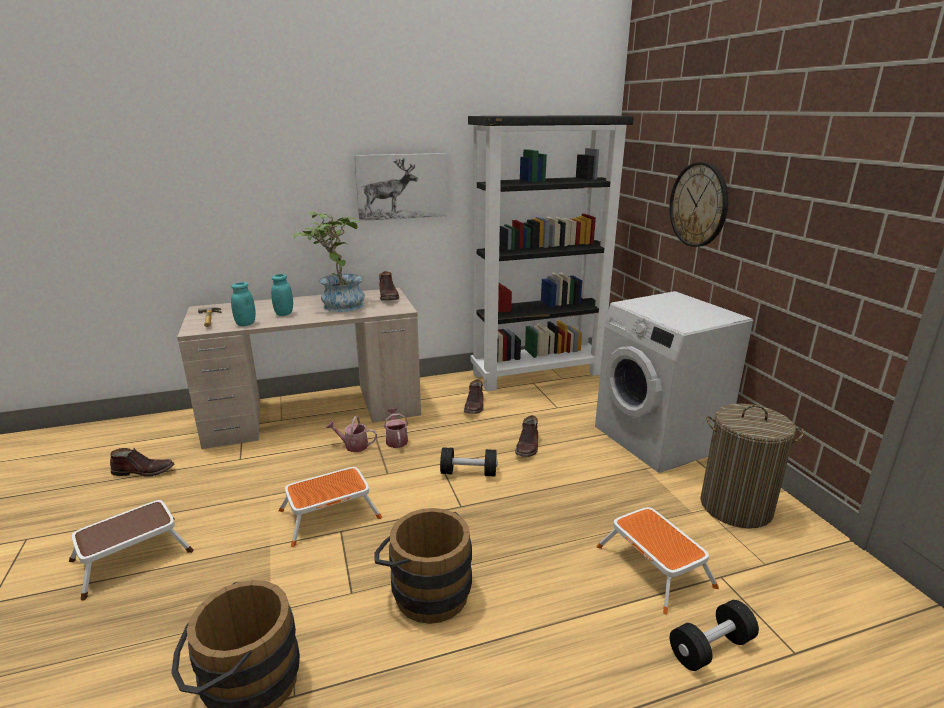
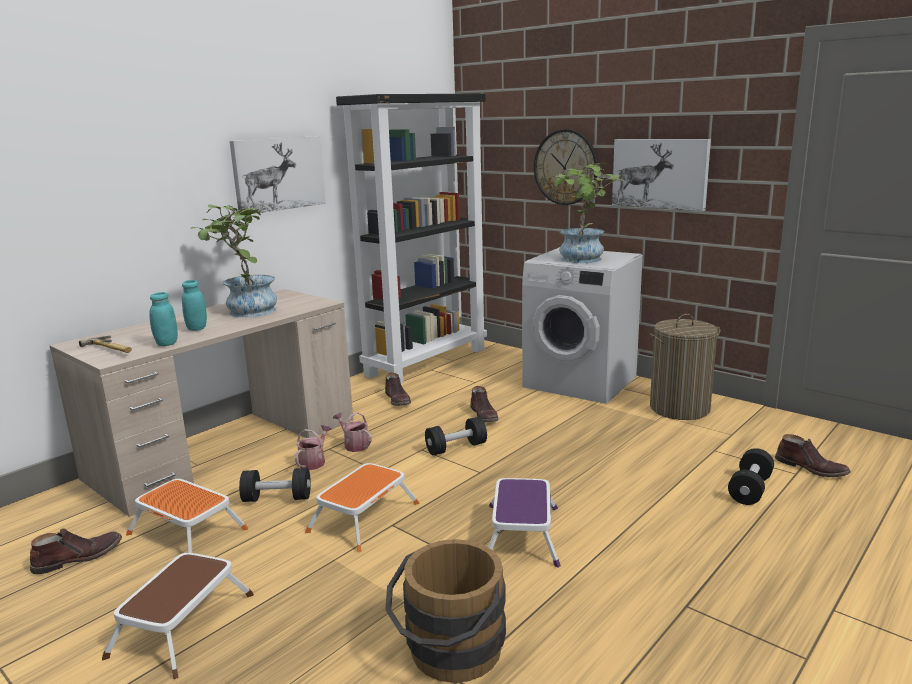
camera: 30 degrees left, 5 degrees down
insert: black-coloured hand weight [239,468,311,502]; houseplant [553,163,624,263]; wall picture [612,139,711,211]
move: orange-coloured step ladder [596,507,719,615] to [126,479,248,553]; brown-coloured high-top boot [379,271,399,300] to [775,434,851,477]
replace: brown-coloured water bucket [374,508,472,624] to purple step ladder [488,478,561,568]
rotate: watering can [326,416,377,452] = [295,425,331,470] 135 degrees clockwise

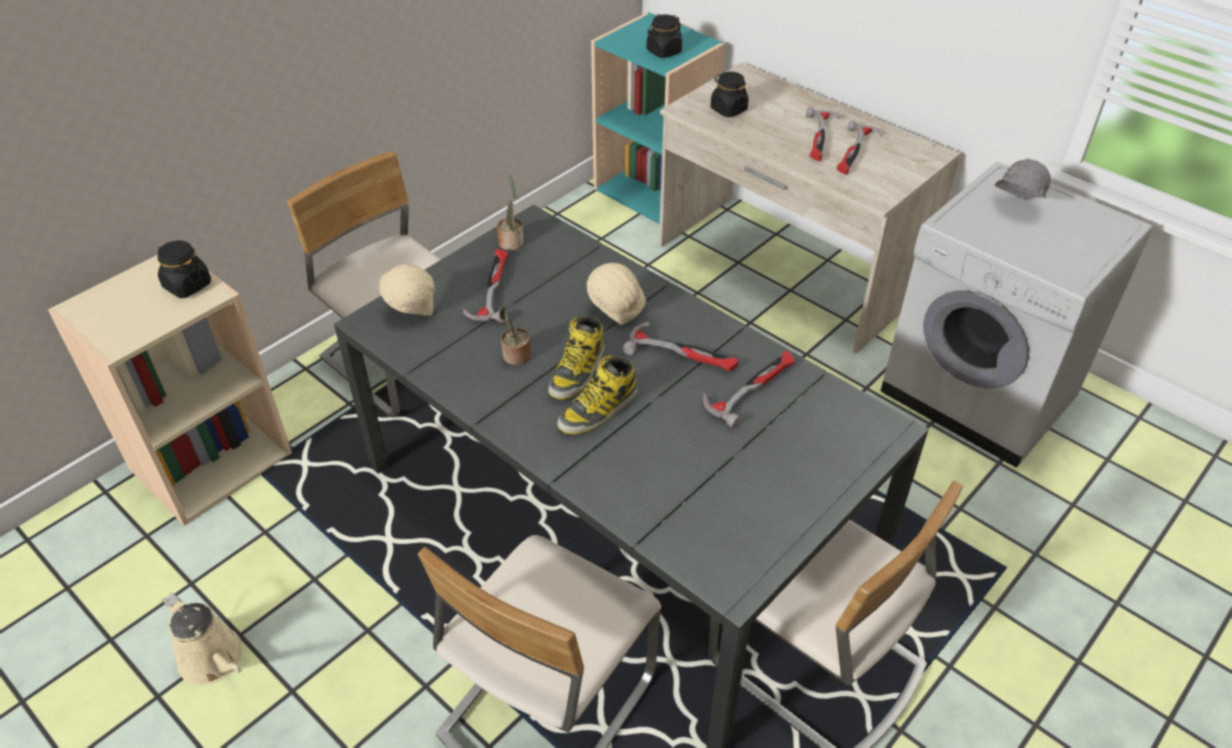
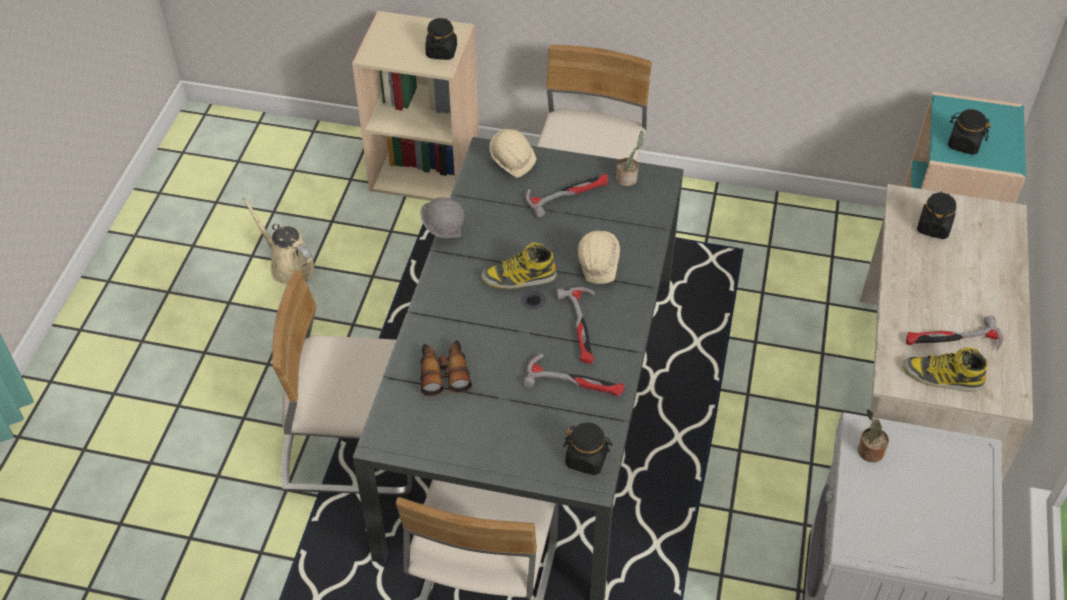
camera: 60 degrees right, 5 degrees up
delete: hammer [806,107,842,161]
insert: pair of binoculars [420,340,472,396]; black-coloured jar [563,422,613,475]
move: greyish work helmet [995,159,1051,199] to [420,197,465,238]; houseplant [499,306,531,365] to [858,409,889,462]; high-top boot [557,355,637,434] to [903,347,988,392]
rotate: sand-coloured watering can [163,593,242,685] = [242,198,314,284] 120 degrees clockwise

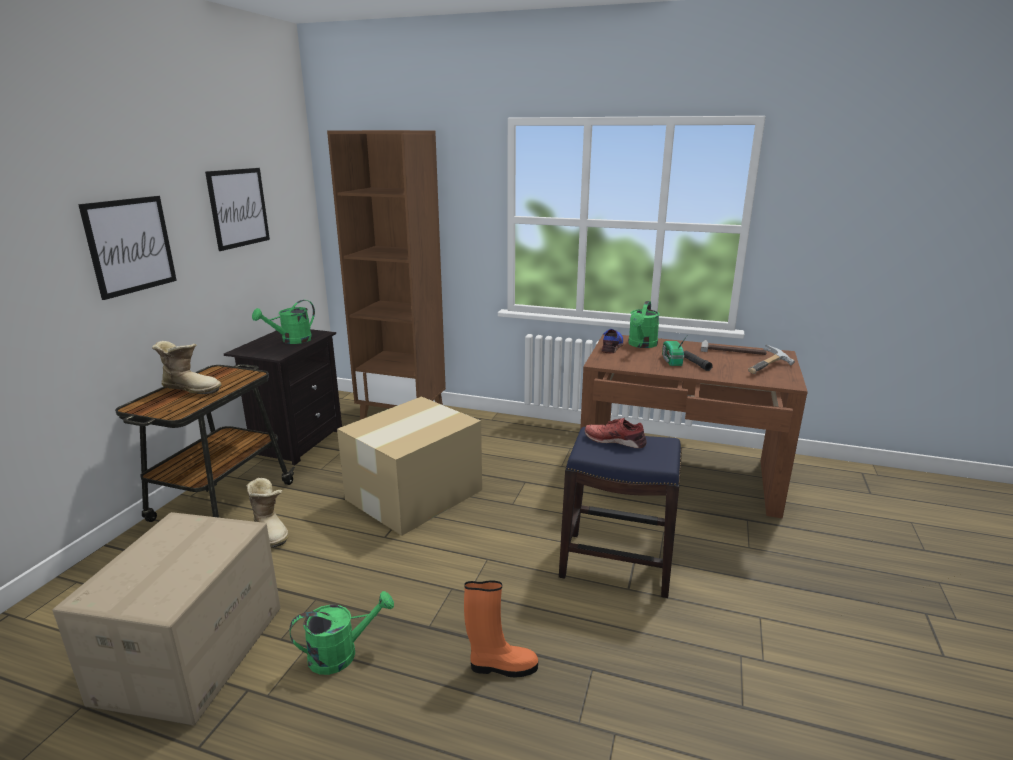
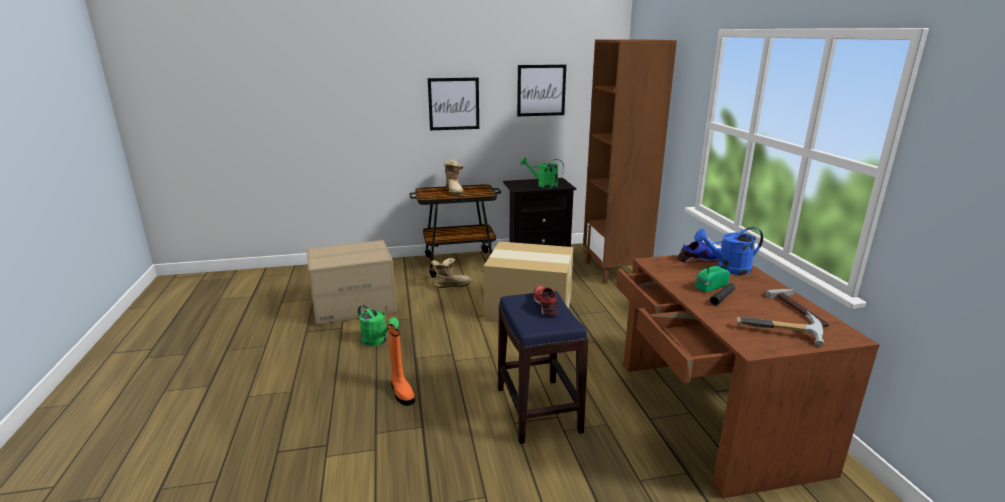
camera: 60 degrees right, 0 degrees up
recolor: green watering can [628,301,660,348] to bluish watering can [694,227,763,275]
rotate: high-top boot [246,478,289,547] = [431,258,471,288] 135 degrees counterclockwise

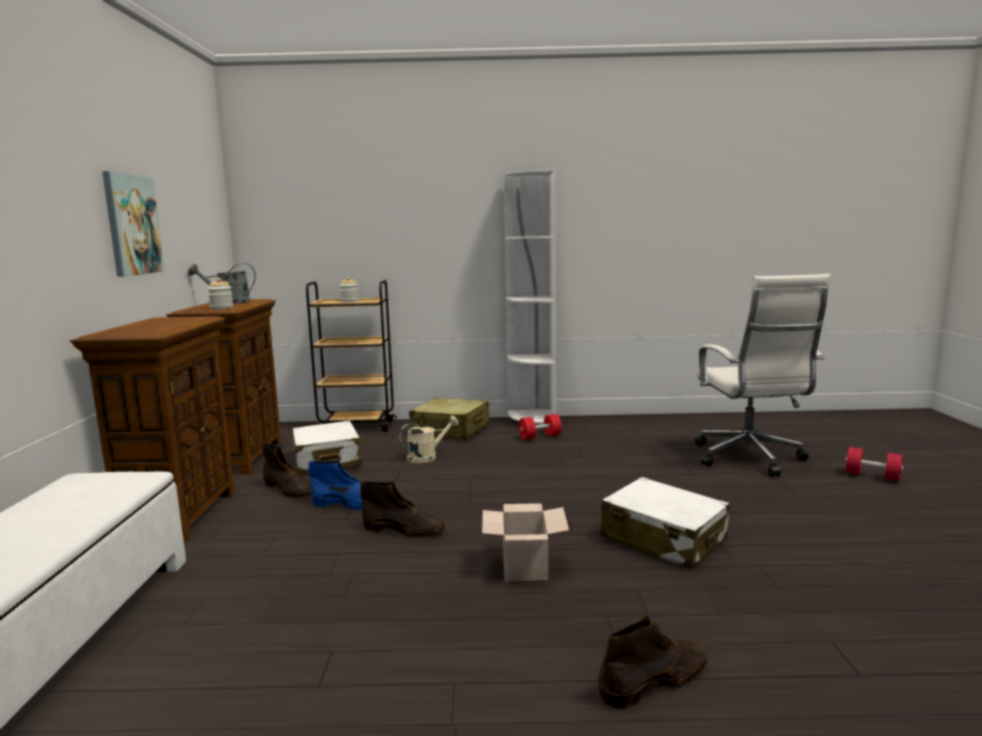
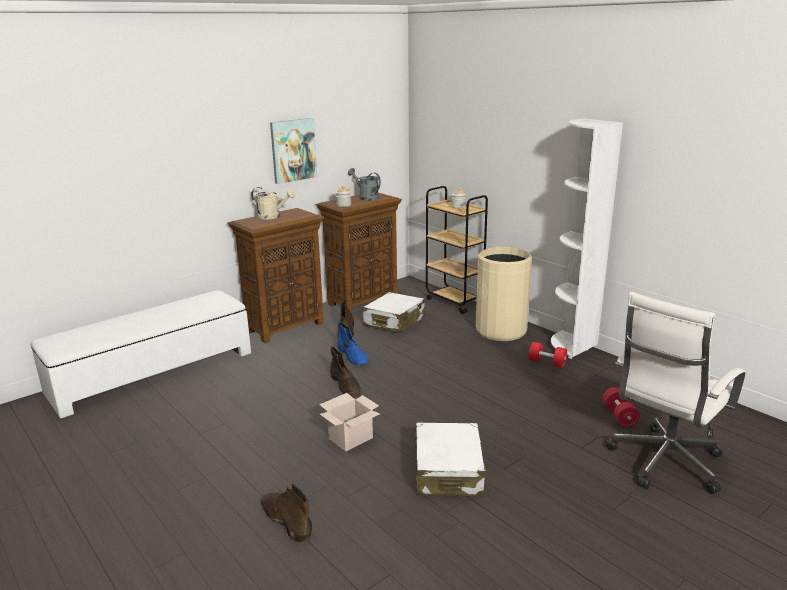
camera: 50 degrees right, 10 degrees up
move: sand-coloured watering can [399,416,459,463] to [251,187,295,219]; red-coloured hand weight [845,447,904,482] to [602,387,640,427]
replace: sand-coloured suitcase [409,398,490,440] to sand-coloured rubbish bin [476,247,532,341]
rotate: brown-coloured high-top boot [598,614,708,709] = [261,484,312,543] 150 degrees counterclockwise

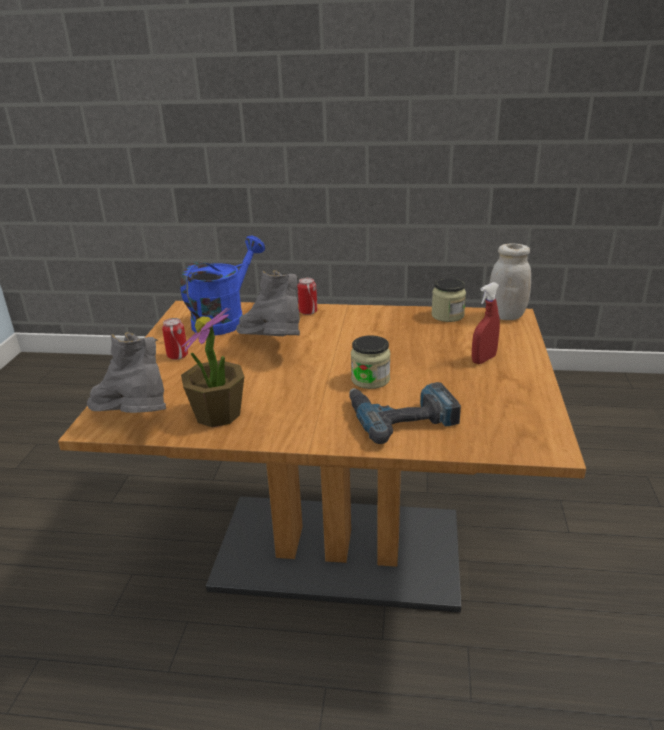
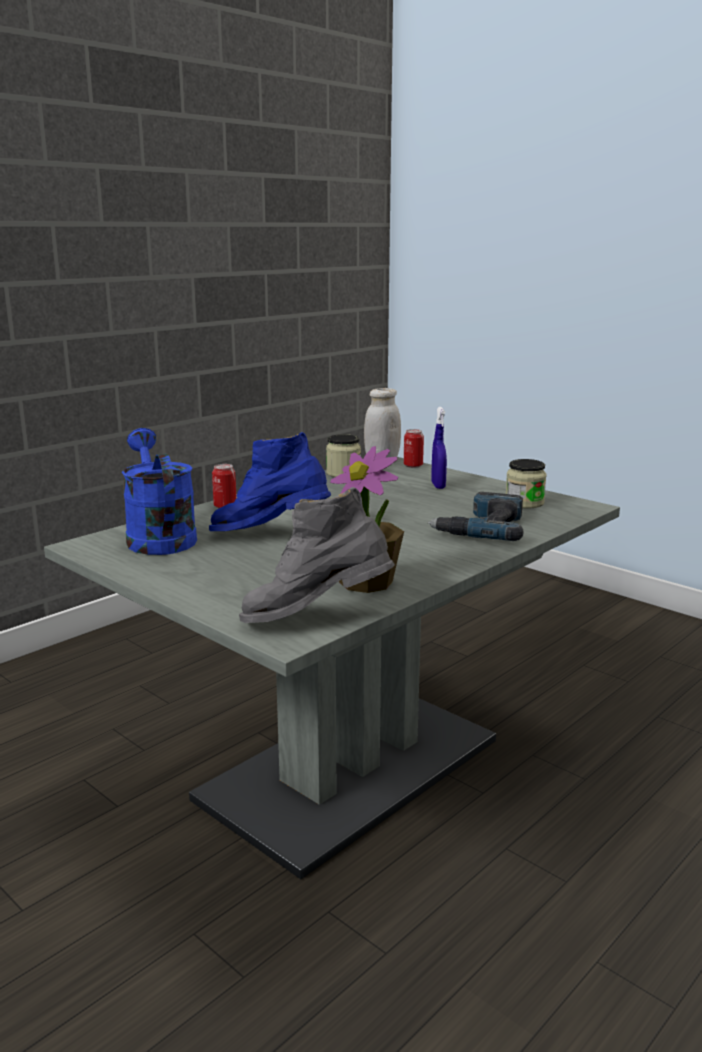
camera: 55 degrees left, 10 degrees down
move: metal can [162,318,188,360] to [404,429,424,468]; jar [351,335,390,389] to [506,459,547,508]
recolor: brown-coloured dinner table [58,301,586,613] to greyish dinner table [44,457,620,879]; greyish high-top boot [236,270,300,336] to bluish high-top boot [209,432,331,531]; red-coloured sprayer [472,282,500,364] to bluish sprayer [431,407,447,489]

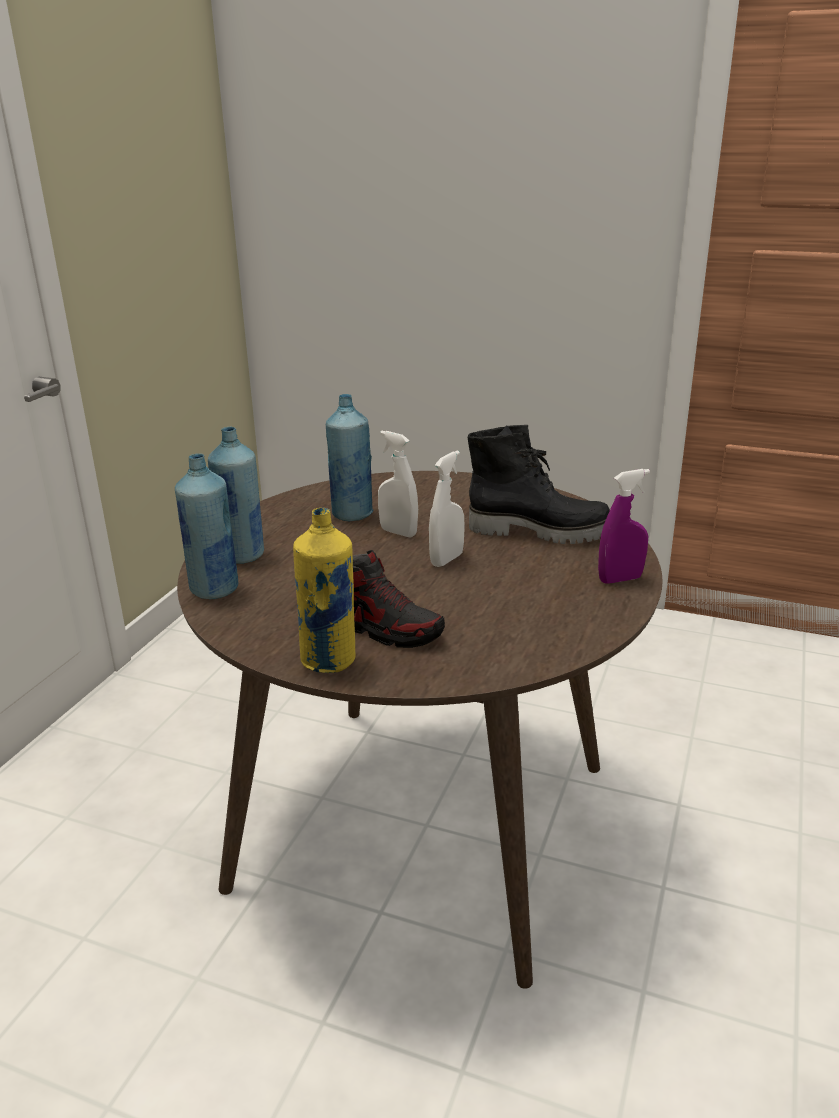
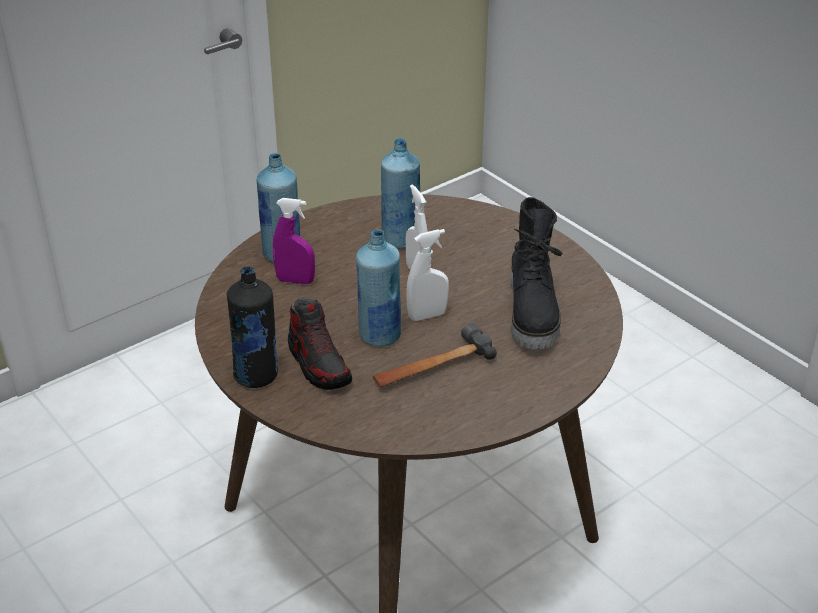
camera: 30 degrees right, 10 degrees up
insert: hammer [373,323,497,387]
move: purple sprayer [598,469,650,584] to [273,198,315,284]; bluish bottle [175,453,238,600] to [356,229,401,347]
recolor: yellowish bottle [293,508,356,673] to black-coloured bottle [226,267,278,388]
rotate: black-coloured high-top boot [468,425,610,544] = [511,197,563,349] 45 degrees clockwise

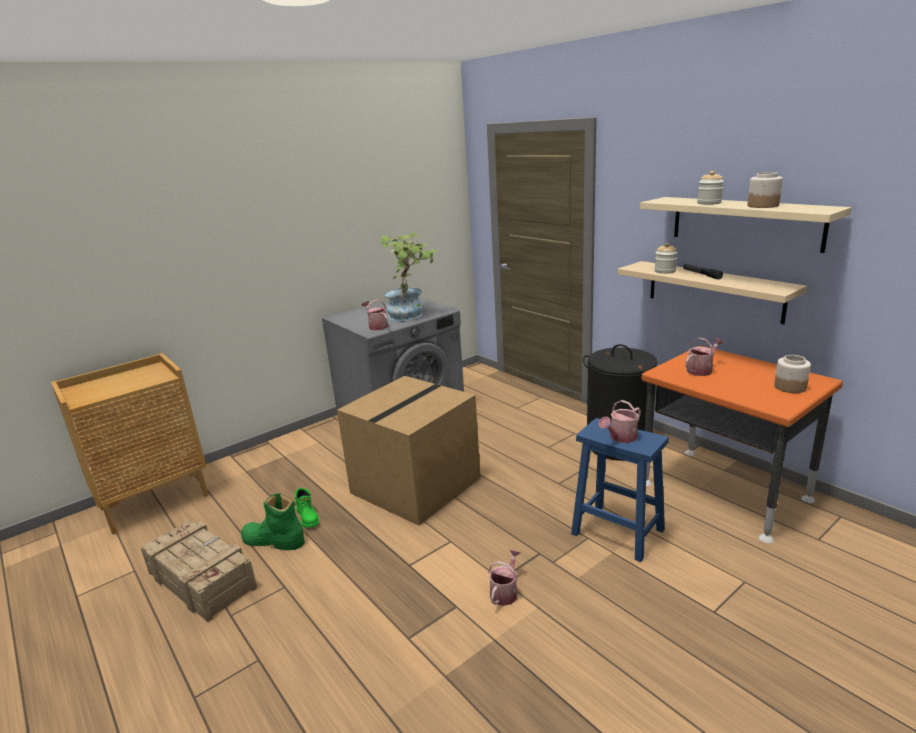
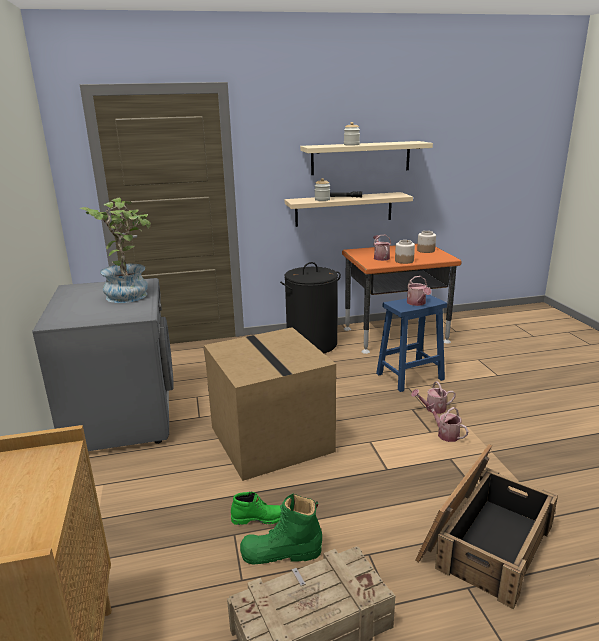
camera: 65 degrees left, 0 degrees up
insert: packing crate [415,444,558,609]
move: jar [747,172,783,208] to [395,240,415,264]; watering can [361,299,388,330] to [411,381,456,414]
rotate: green high-top boot [241,493,305,550] = [240,494,322,565] 45 degrees clockwise

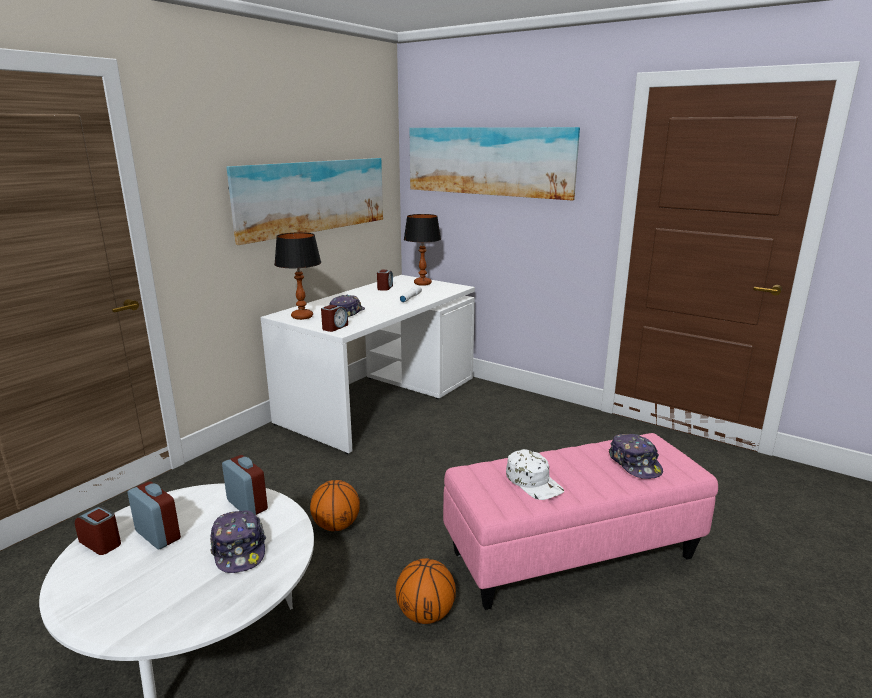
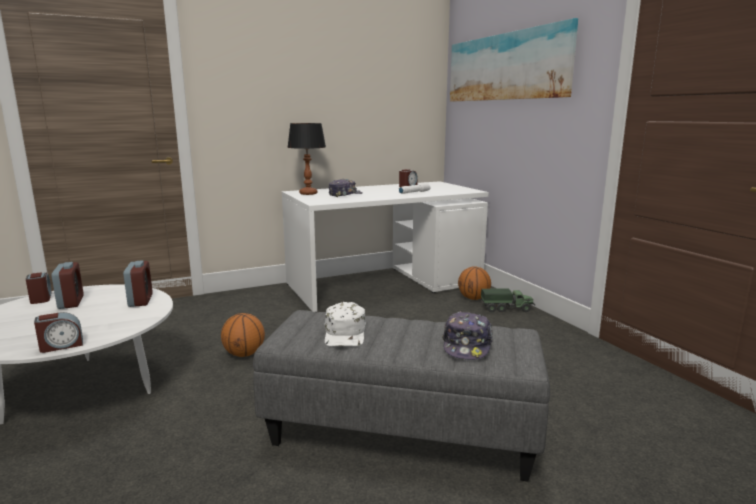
camera: 30 degrees right, 5 degrees down
delete: peaked cap [210,511,266,573]; wall picture [226,158,383,245]; lamp for a table [404,214,441,286]
insert: toy lorry [481,289,535,312]
move: table clock [321,305,348,332] to [34,312,83,353]; ball for basketball [396,558,456,624] to [458,266,491,300]
recolor: pink footrest [443,433,718,610] to greyish footrest [253,310,550,481]

